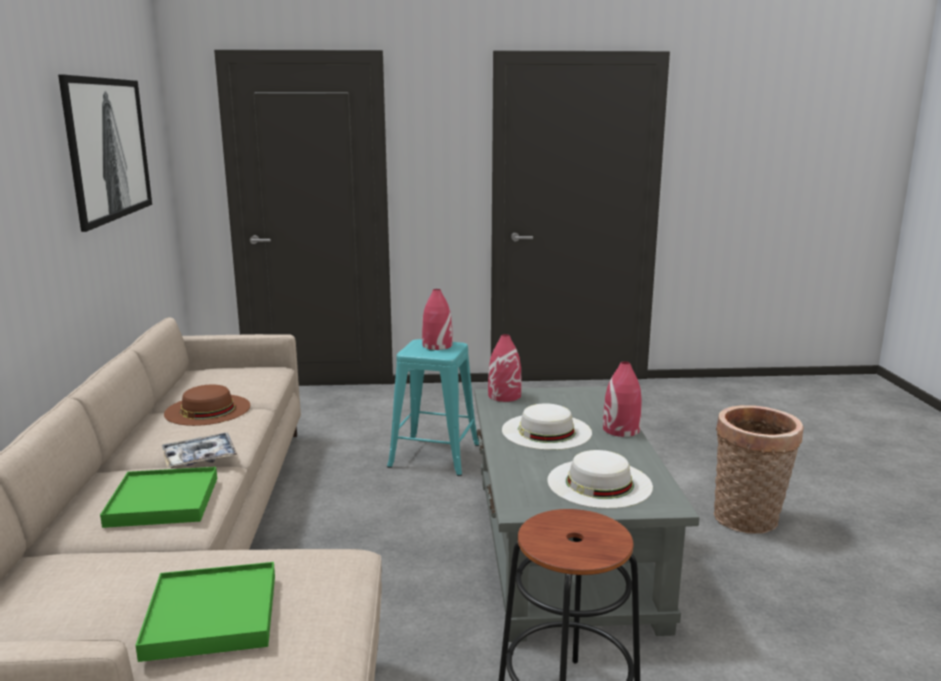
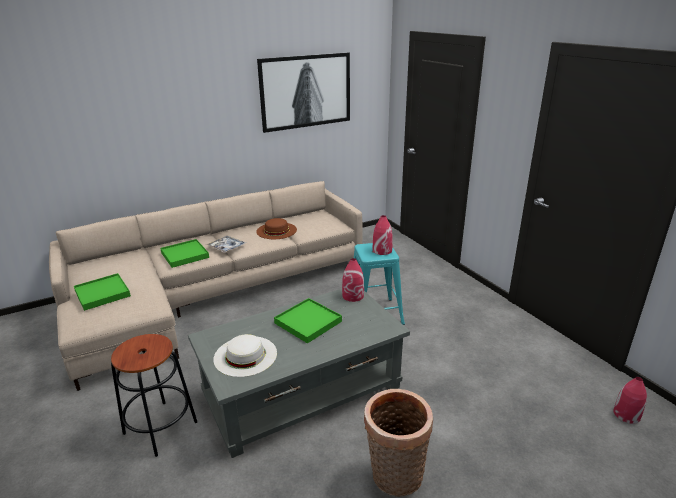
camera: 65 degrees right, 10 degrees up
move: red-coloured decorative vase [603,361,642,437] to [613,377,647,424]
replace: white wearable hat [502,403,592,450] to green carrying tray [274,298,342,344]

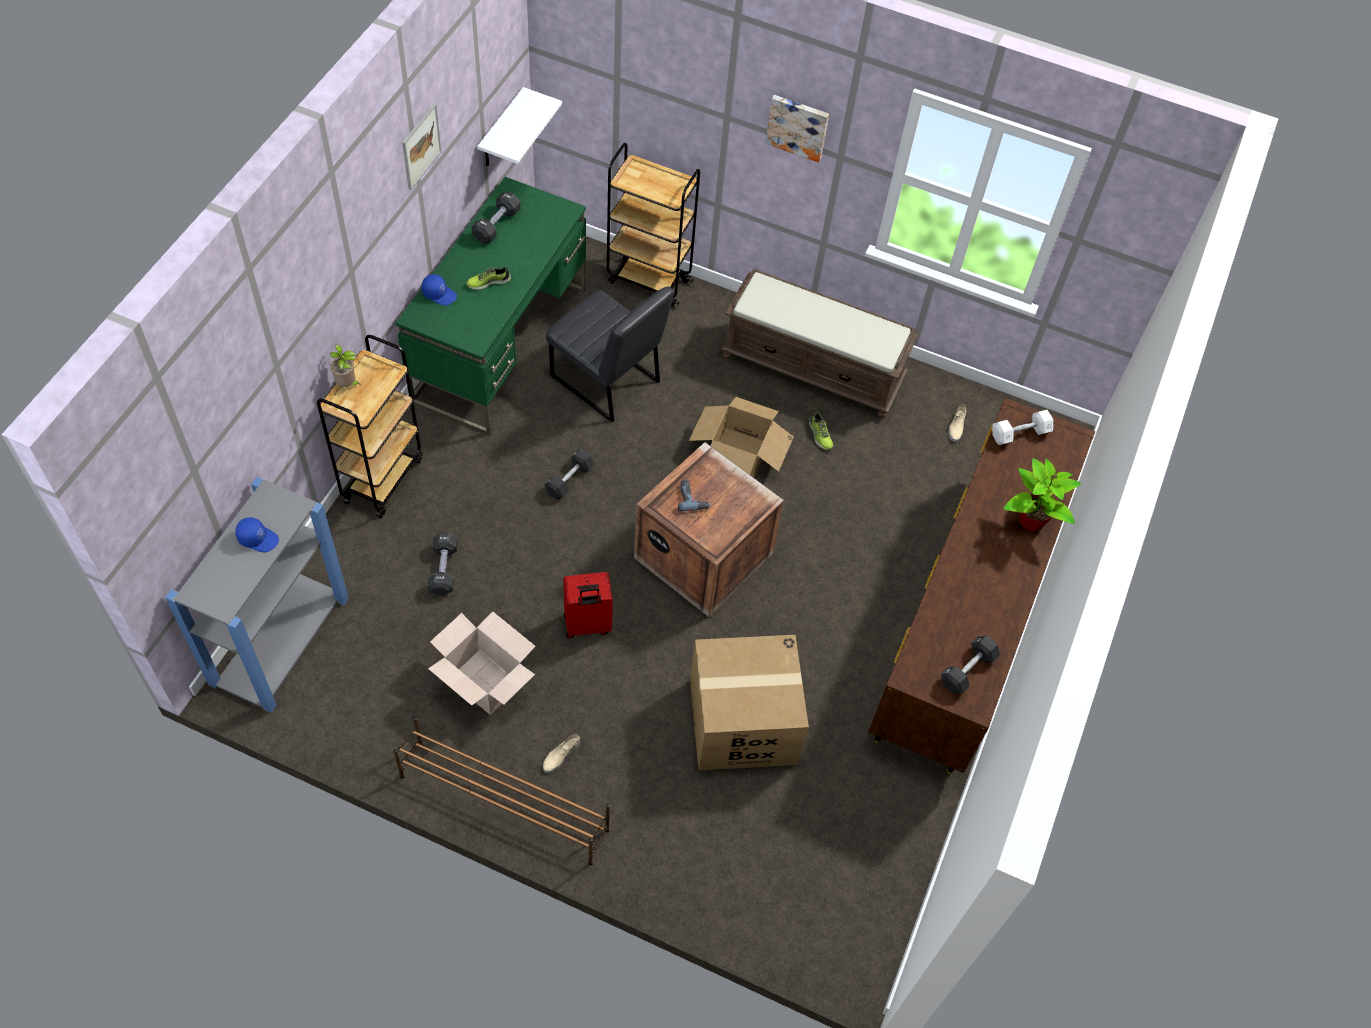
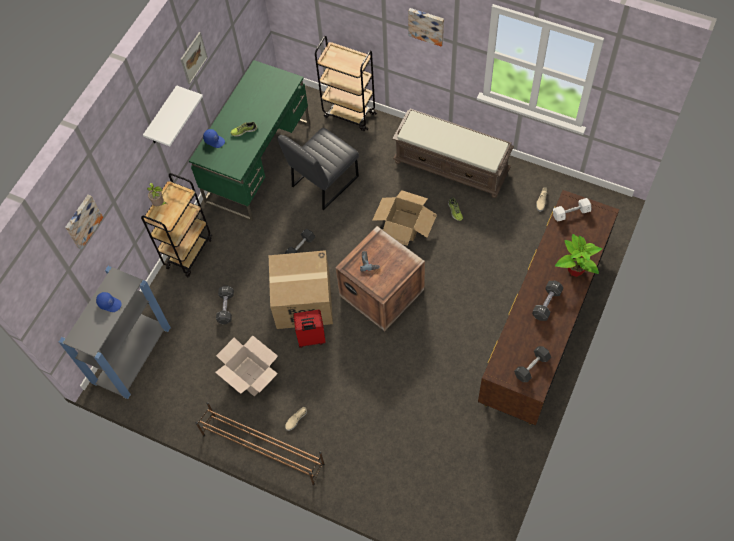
camera: 10 degrees right, 5 degrees up
insert: wall picture [65,195,103,250]
move: white wall shelf [477,87,562,166] to [143,85,203,146]; cardboard box [690,635,809,770] to [269,250,333,329]; black-coloured hand weight [471,191,521,244] to [532,281,563,321]
rotate: greyish chair [546,286,674,422] = [277,128,359,210] 90 degrees clockwise

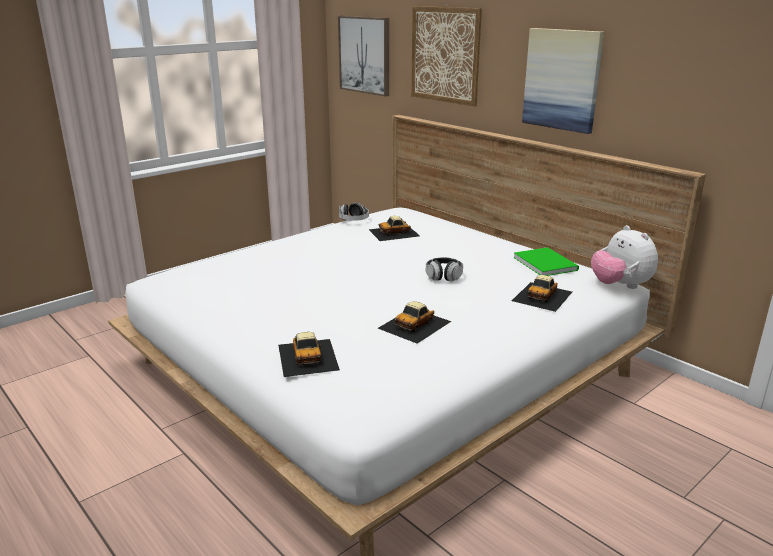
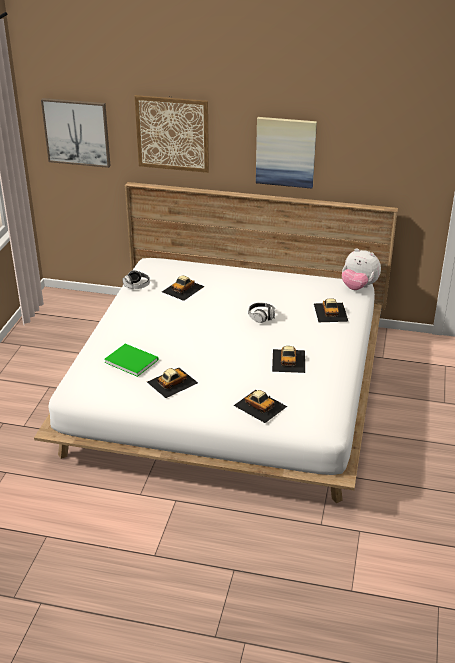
camera: 35 degrees left, 10 degrees up
insert: toy car [147,368,198,398]
move: green volume [513,247,579,276] to [104,344,159,377]

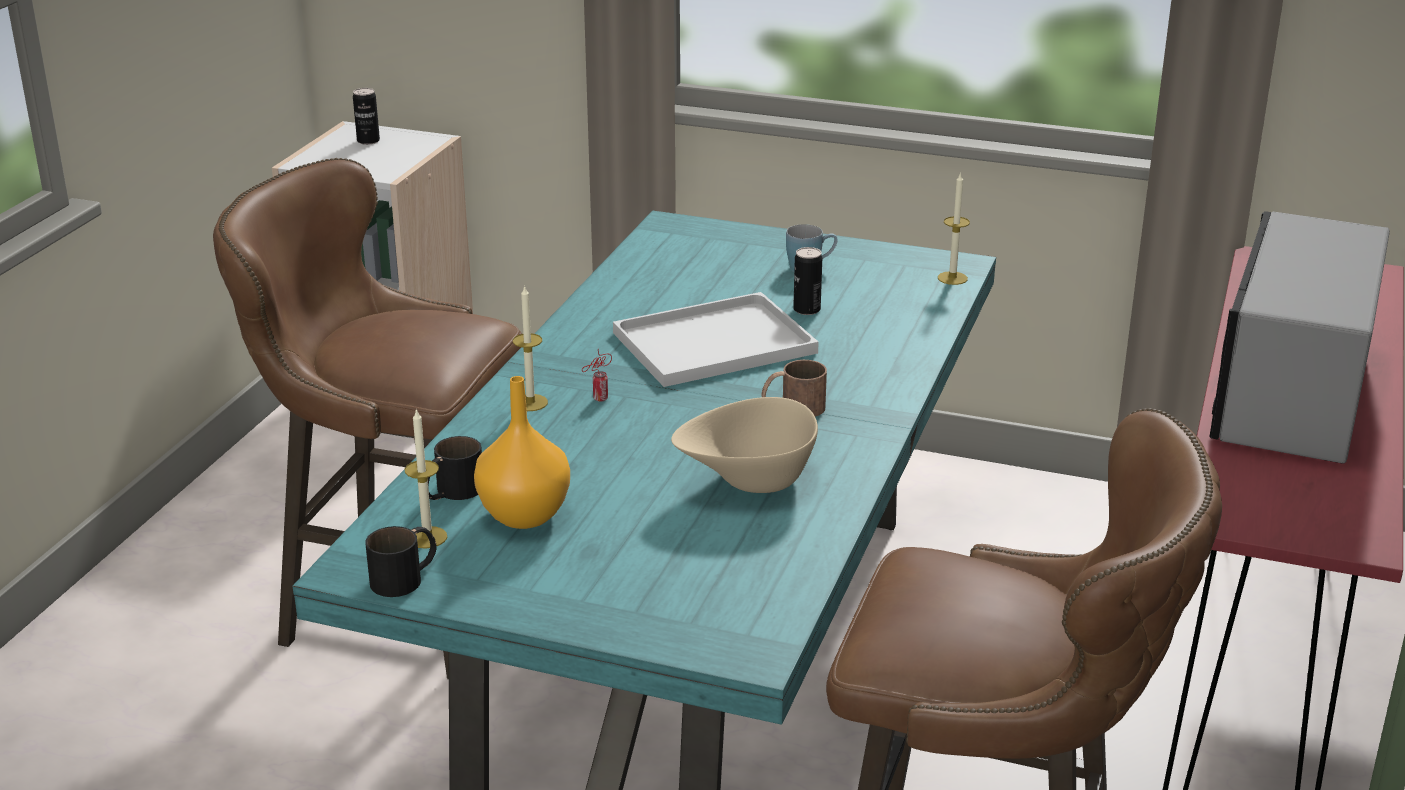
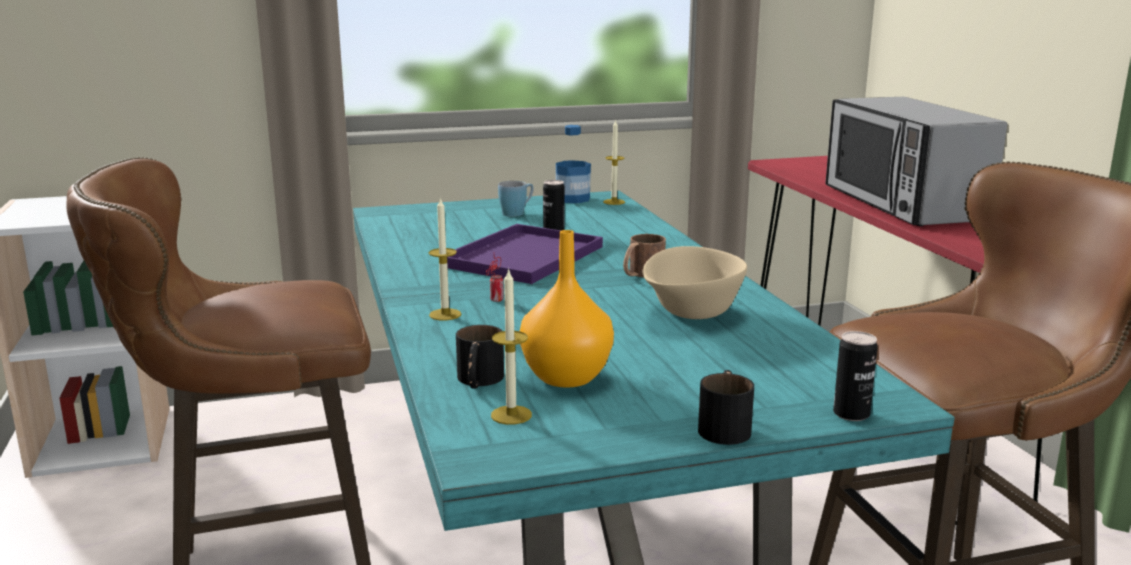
camera: 35 degrees left, 10 degrees down
insert: bottle [556,125,591,203]
move: black-coloured tea mug [365,526,437,597] to [698,370,754,445]; metal can [353,88,380,145] to [833,331,878,421]
recolor: white carrying tray [613,292,819,387] to purple carrying tray [447,224,603,284]

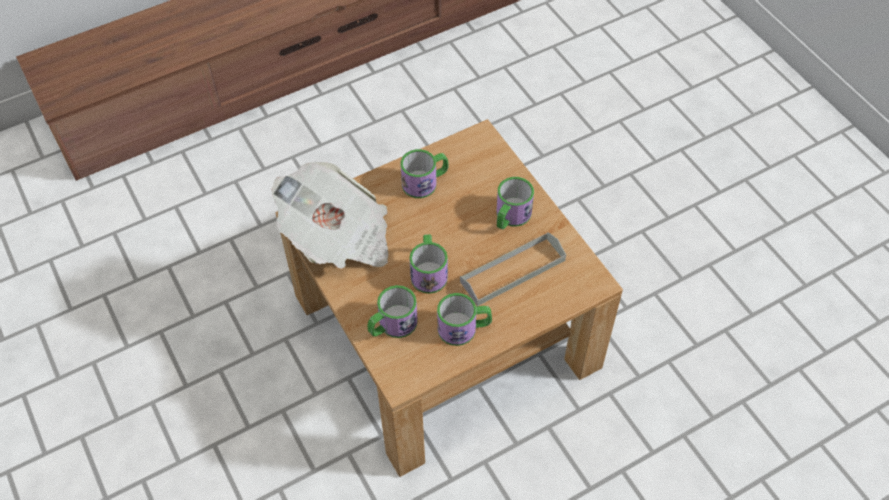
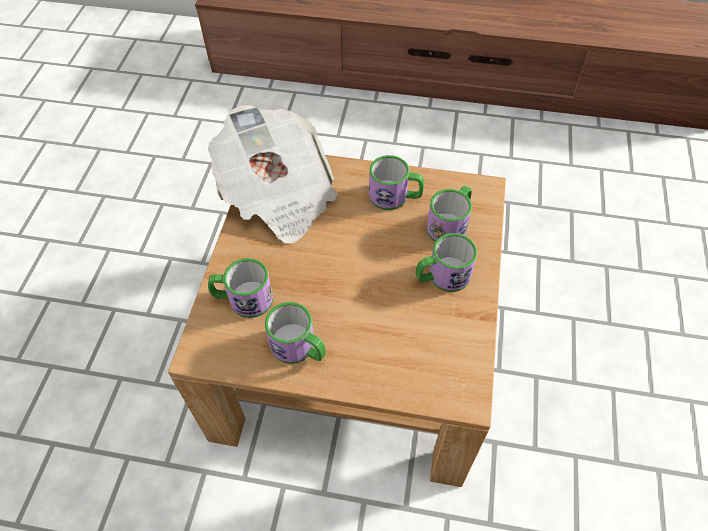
camera: 40 degrees right, 0 degrees up
delete: greyish carrying tray [460,232,566,306]
move: tea mug [409,234,448,294] to [427,185,472,242]

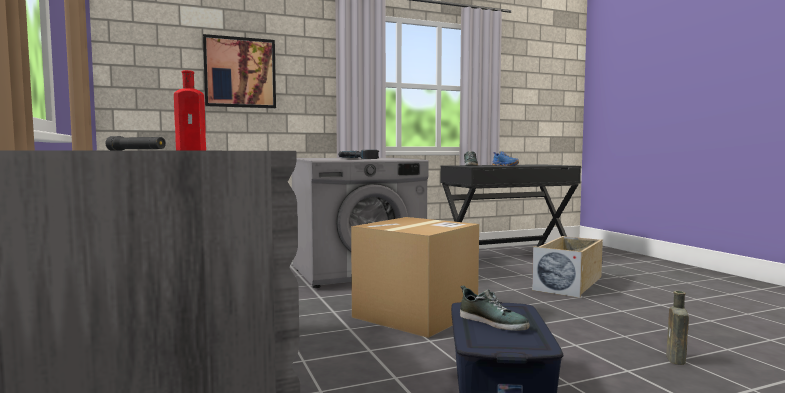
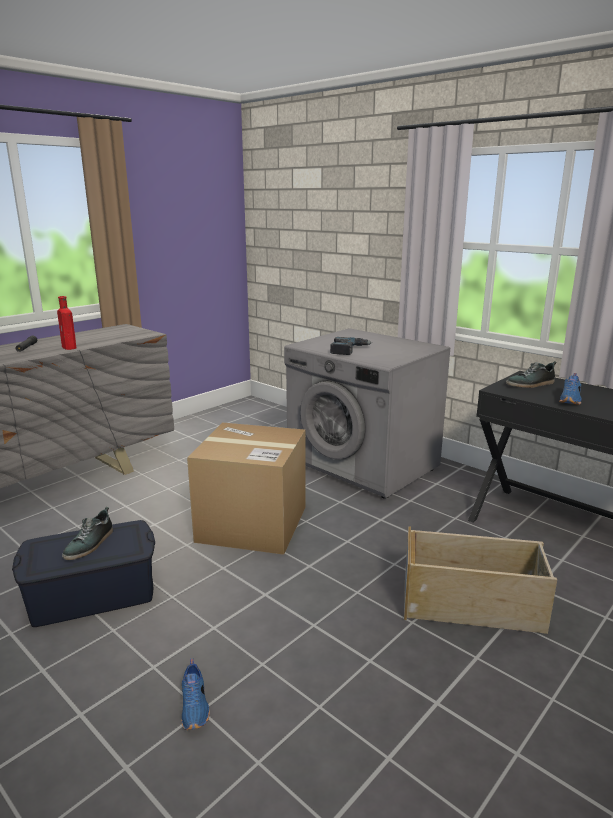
camera: 65 degrees right, 15 degrees up
delete: wall picture [203,34,276,108]
replace: brown-coloured bottle [666,291,689,365] to bluish item of footwear [181,659,210,730]

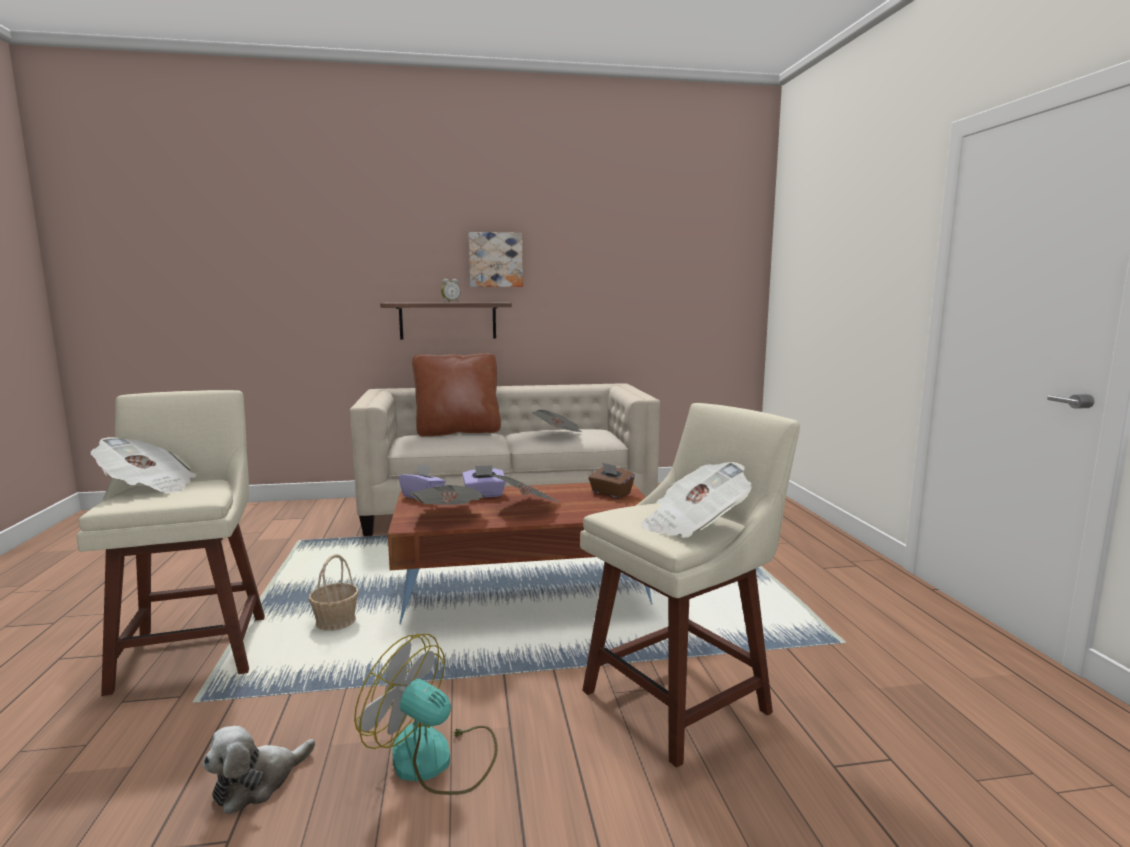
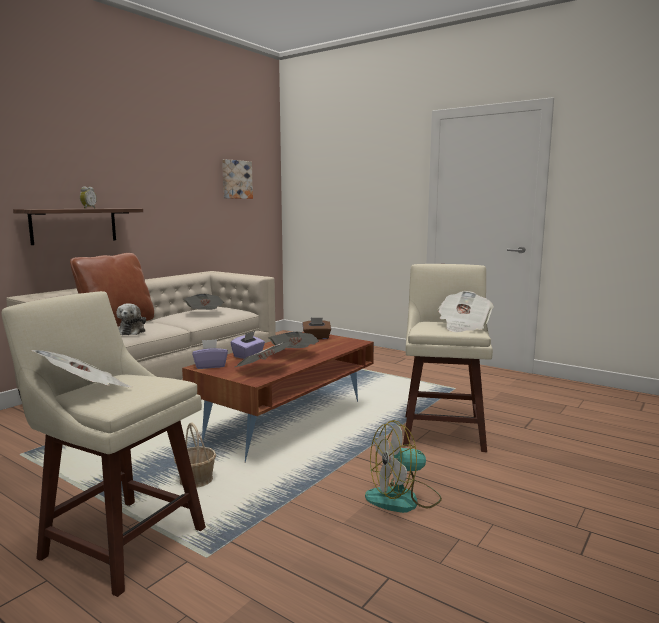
camera: 45 degrees left, 0 degrees up
move: soft toy [202,726,315,815] to [117,303,146,335]; wall picture [469,232,523,287] to [222,159,253,199]

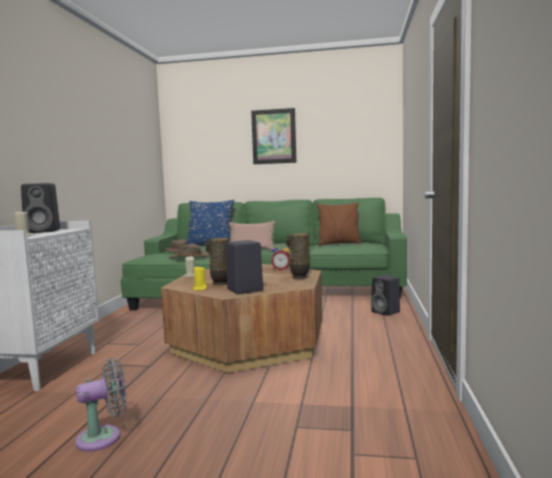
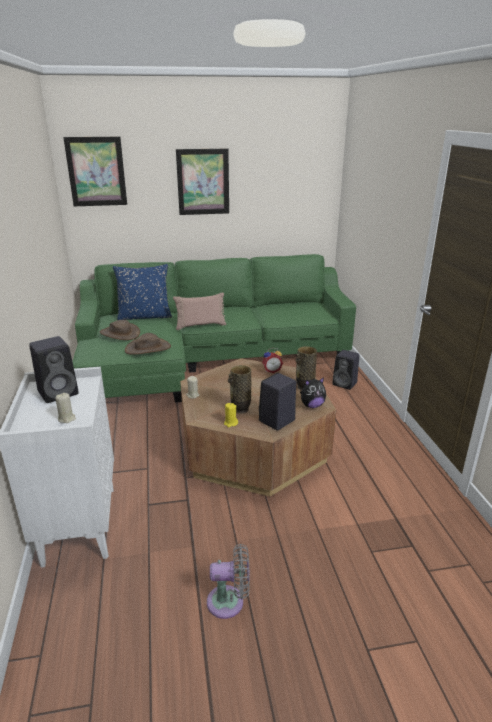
camera: 20 degrees left, 20 degrees up
delete: brown-coloured cushion [317,203,362,246]
insert: wall picture [63,137,127,206]; soft toy [300,377,326,408]
rotate: greyish fan [75,358,126,452] = [207,544,250,619] 45 degrees clockwise

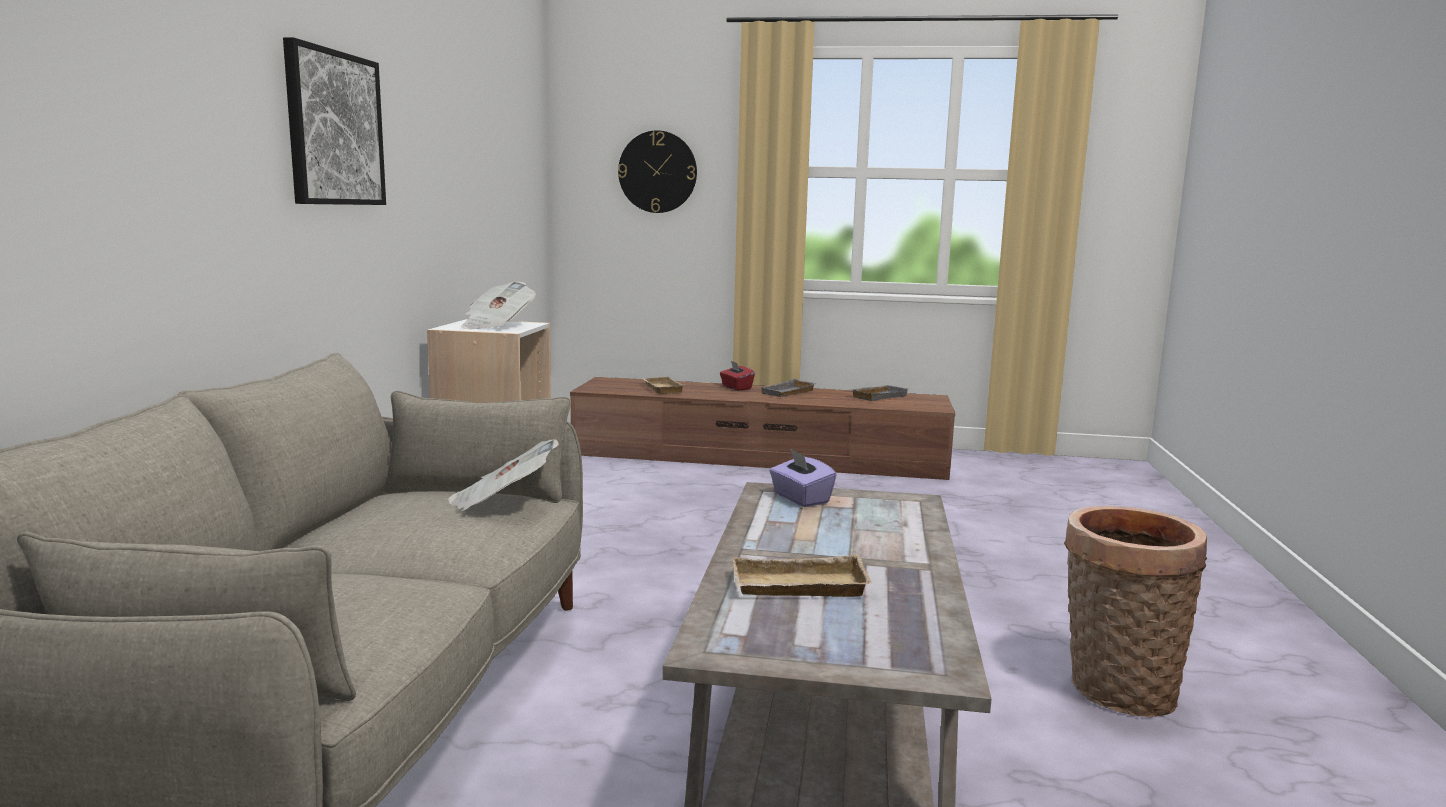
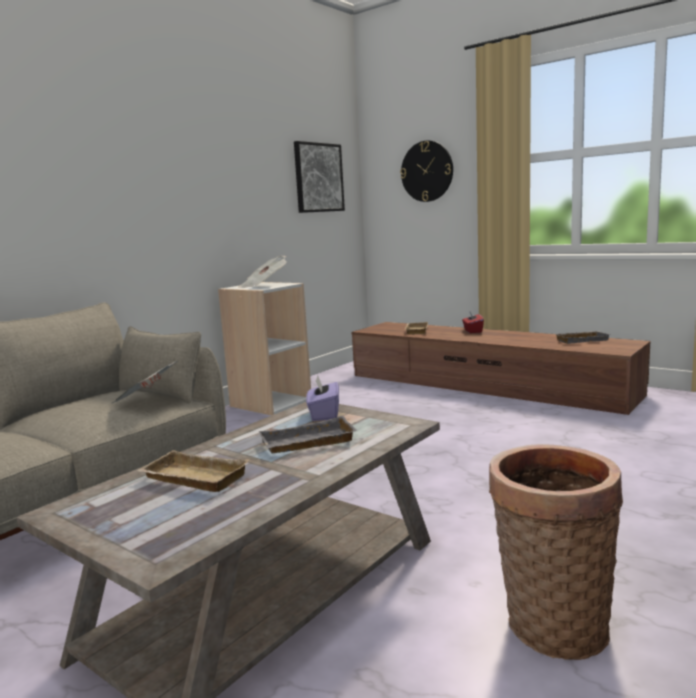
camera: 30 degrees right, 0 degrees up
move: greyish carrying tray [761,379,817,397] to [258,416,357,454]; wall picture [283,37,386,205] to [294,141,345,213]

